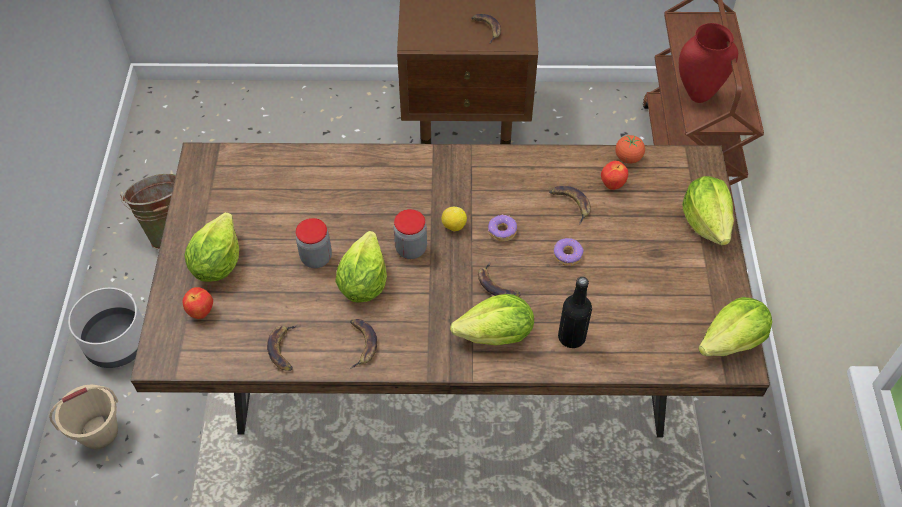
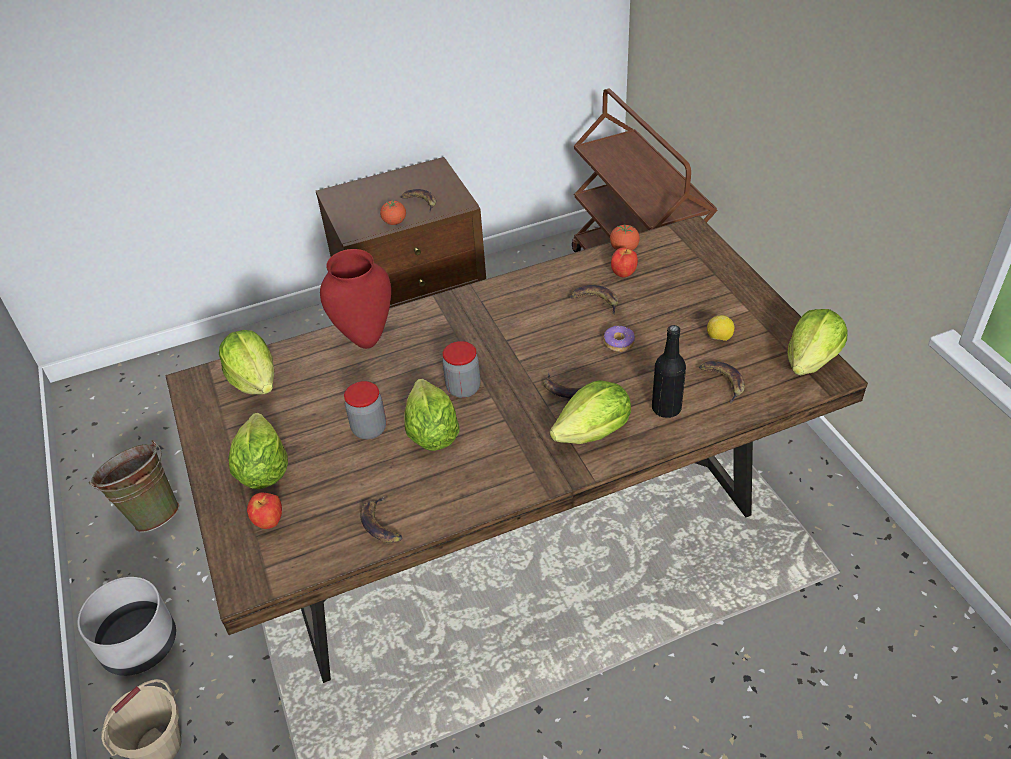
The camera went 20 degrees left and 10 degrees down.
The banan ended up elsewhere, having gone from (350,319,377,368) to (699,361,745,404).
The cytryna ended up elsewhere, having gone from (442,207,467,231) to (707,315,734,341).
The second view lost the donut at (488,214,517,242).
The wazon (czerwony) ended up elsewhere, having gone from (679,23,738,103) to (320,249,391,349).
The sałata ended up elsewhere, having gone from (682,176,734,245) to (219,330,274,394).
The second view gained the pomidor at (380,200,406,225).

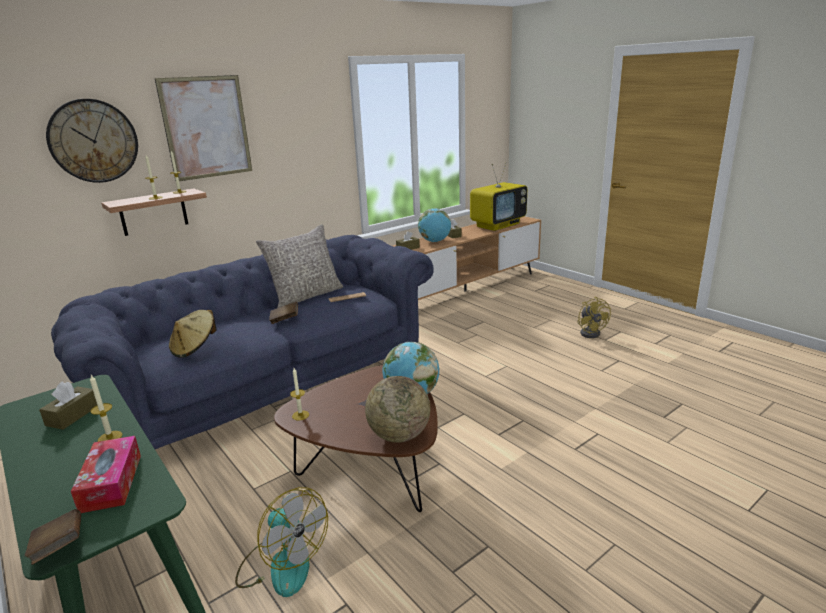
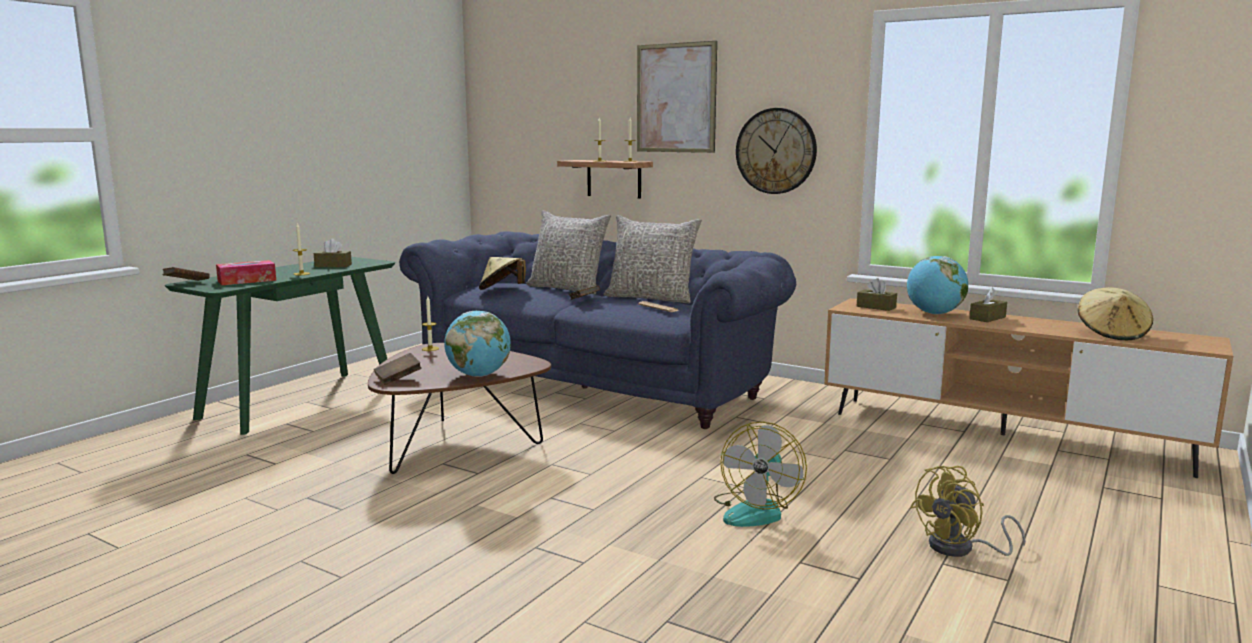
The camera went 70 degrees right and 10 degrees down.
The zegar ścienny ended up elsewhere, having gone from (46,99,138,183) to (736,108,817,194).
The wentylator ended up elsewhere, having gone from (235,487,328,597) to (714,422,807,527).
Where the globus stood at (365,376,430,443), the książka (brązowy) came to stand at (374,353,422,385).
Where the telewizor stood at (470,162,527,231), the kapelusz (beżowy) came to stand at (1077,287,1153,340).
The second view gained the poduszka (szary) at (526,210,611,294).

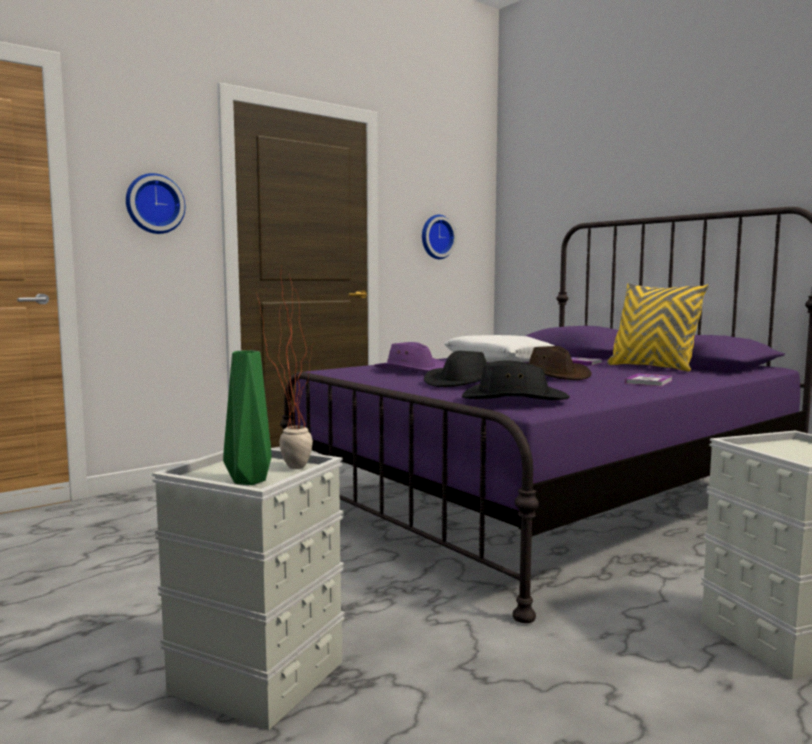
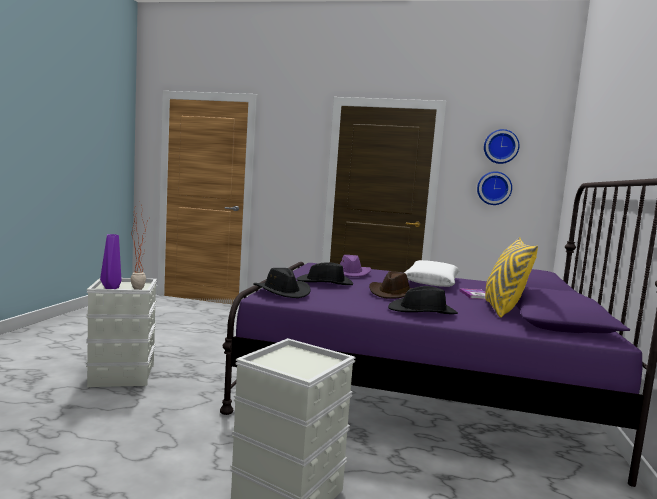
The camera went 50 degrees right and 0 degrees up.
The zegar ścienny ended up elsewhere, having gone from (126,173,185,234) to (484,129,519,164).
What was the wazon (zielony) at (223,350,272,485) turned into the wazon (fioletowy) at (100,234,121,289).
Where the książka stood at (625,373,672,387), the kapelusz (czarny) came to stand at (388,286,458,314).

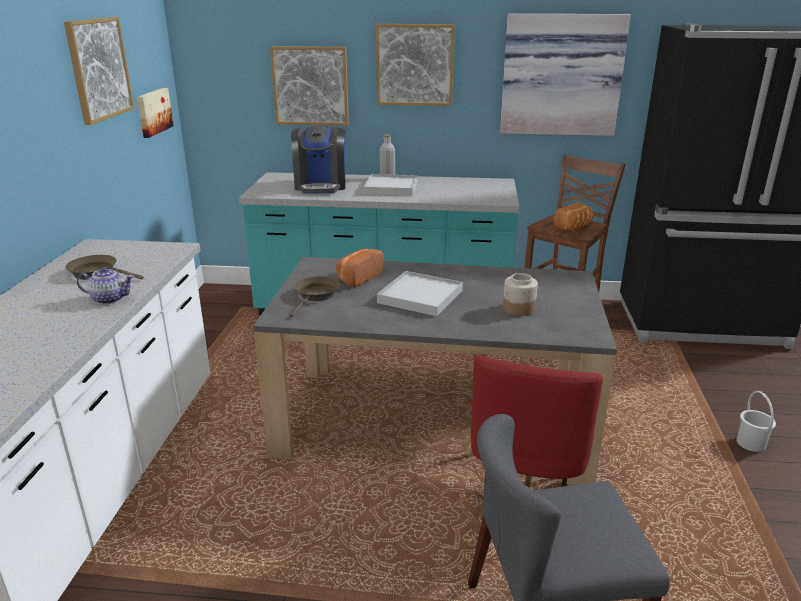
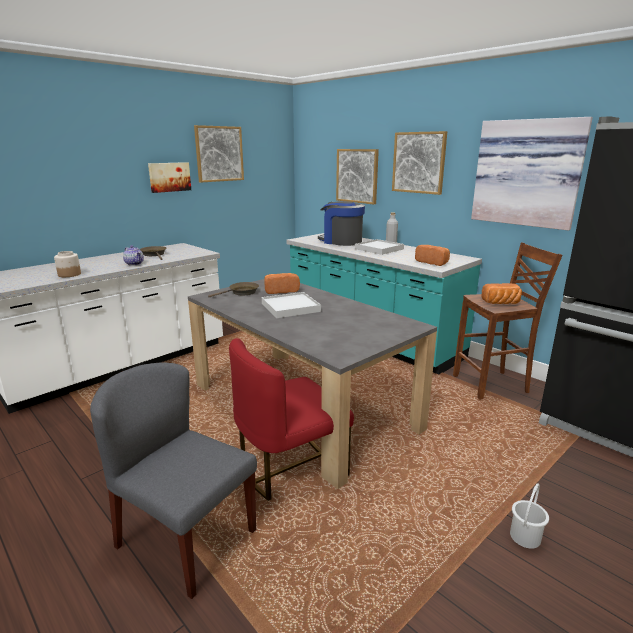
The camera went 40 degrees right and 5 degrees down.
The obraz ended up elsewhere, having gone from (137,88,174,138) to (148,162,191,193).
The ekspres do kawy at (291,125,346,193) ended up facing another way, 90 degrees clockwise from before.
The słoik ended up elsewhere, having gone from (503,273,538,316) to (54,251,81,277).
The second view gained the chleb at (415,245,450,266).

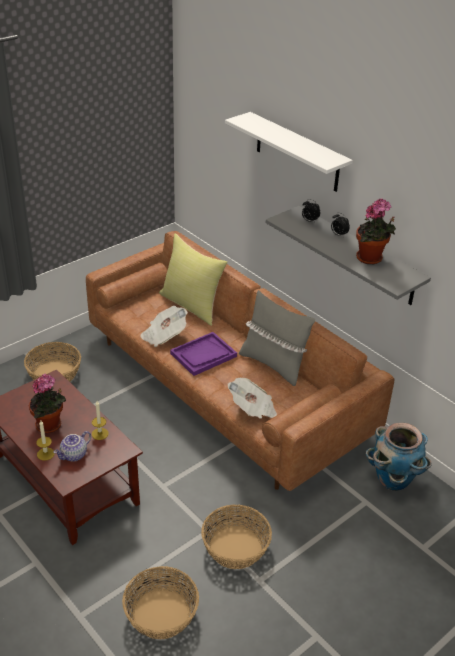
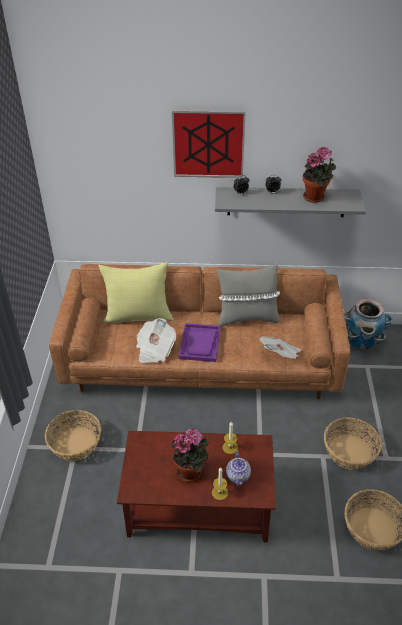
The camera went 45 degrees left and 5 degrees up.
Where the półka (biały) hung at (225,112,353,192), the obraz came to hang at (172,110,246,178).

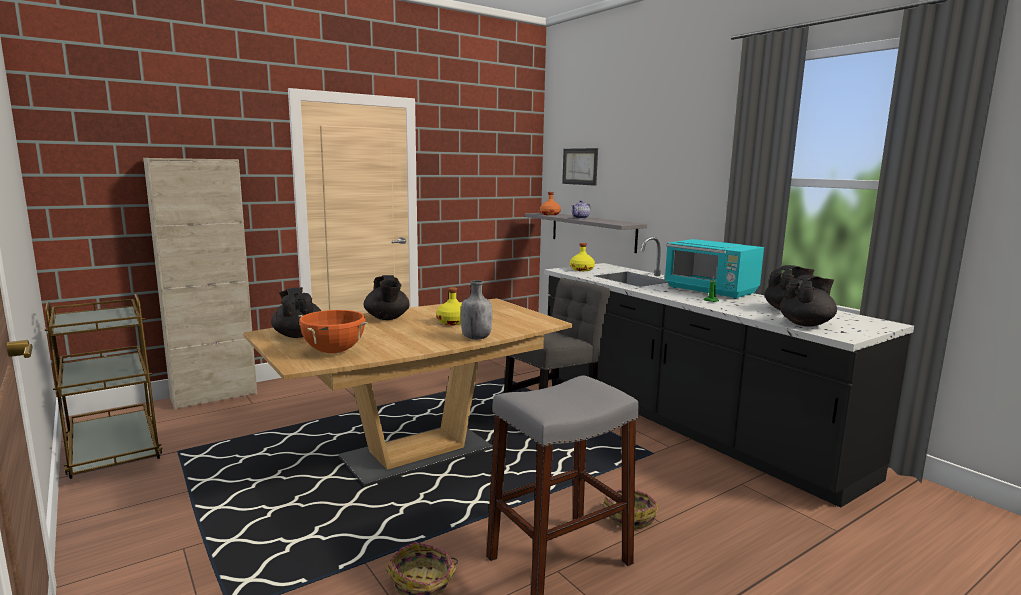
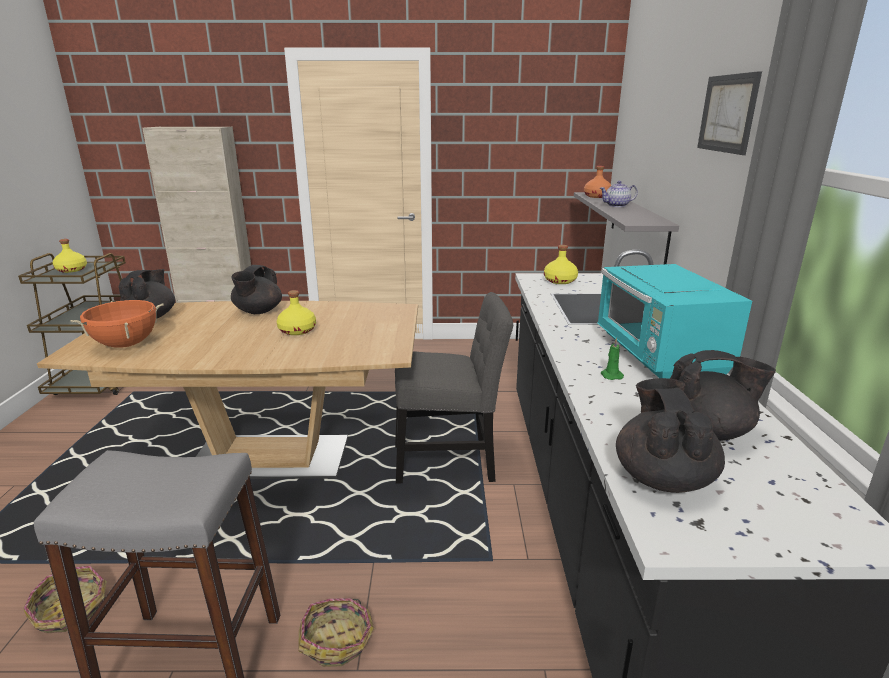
The camera went 35 degrees right and 10 degrees up.
The second view lost the butelka (szary) at (461,280,492,340).
The obraz ended up elsewhere, having gone from (562,148,598,186) to (697,71,762,155).
The imbryk (czarny) at (780,275,837,326) ended up facing another way, 90 degrees counterclockwise from before.
The second view gained the butelka (żółty) at (53,239,87,273).

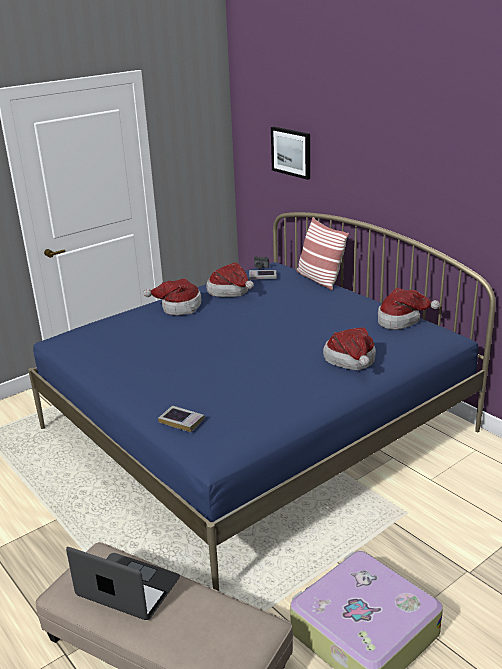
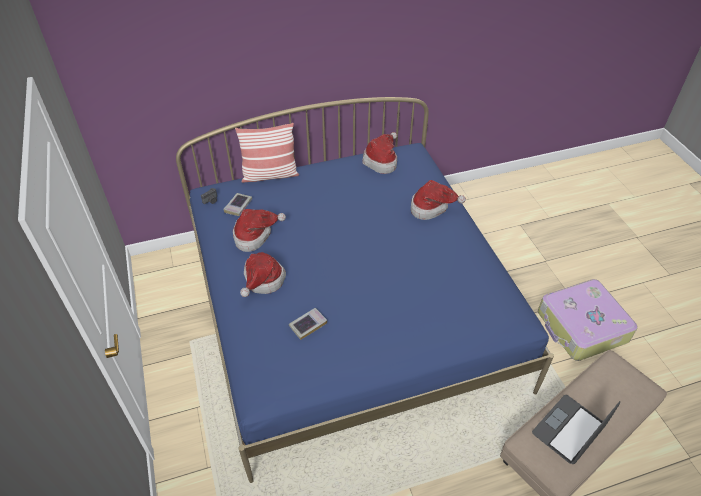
The camera went 70 degrees left and 20 degrees up.
The książka ended up elsewhere, having gone from (158,405,205,432) to (289,308,327,340).
The second view lost the obraz at (271,127,310,180).

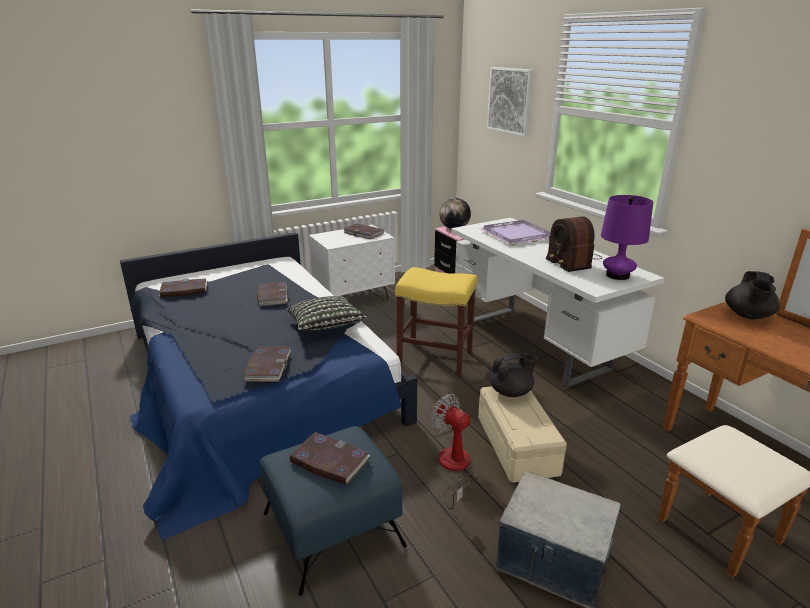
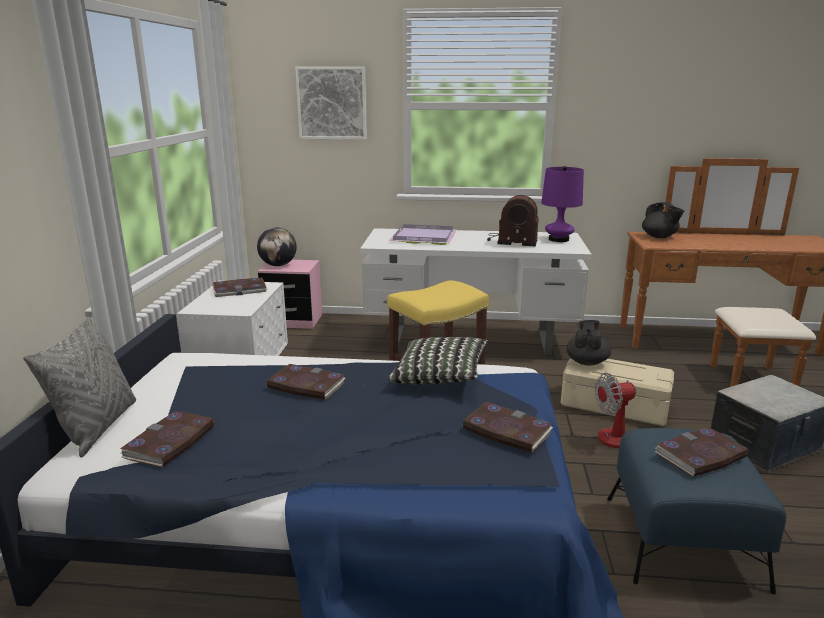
The camera went 55 degrees left and 5 degrees down.
The second view gained the poduszka (szary) at (23,317,136,457).

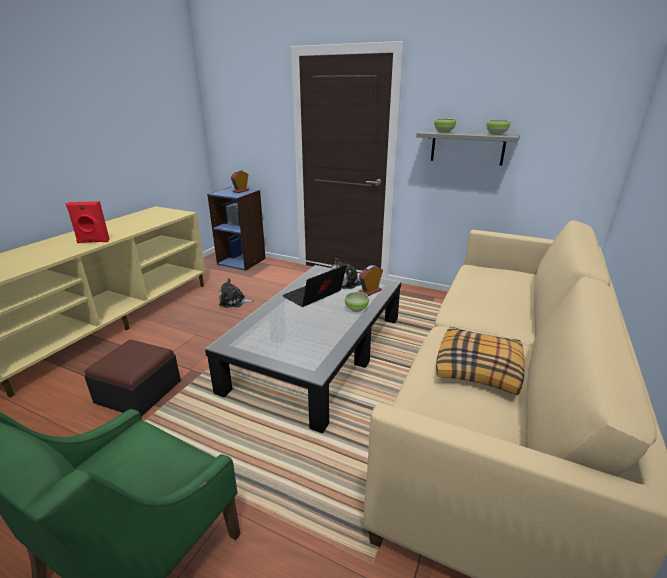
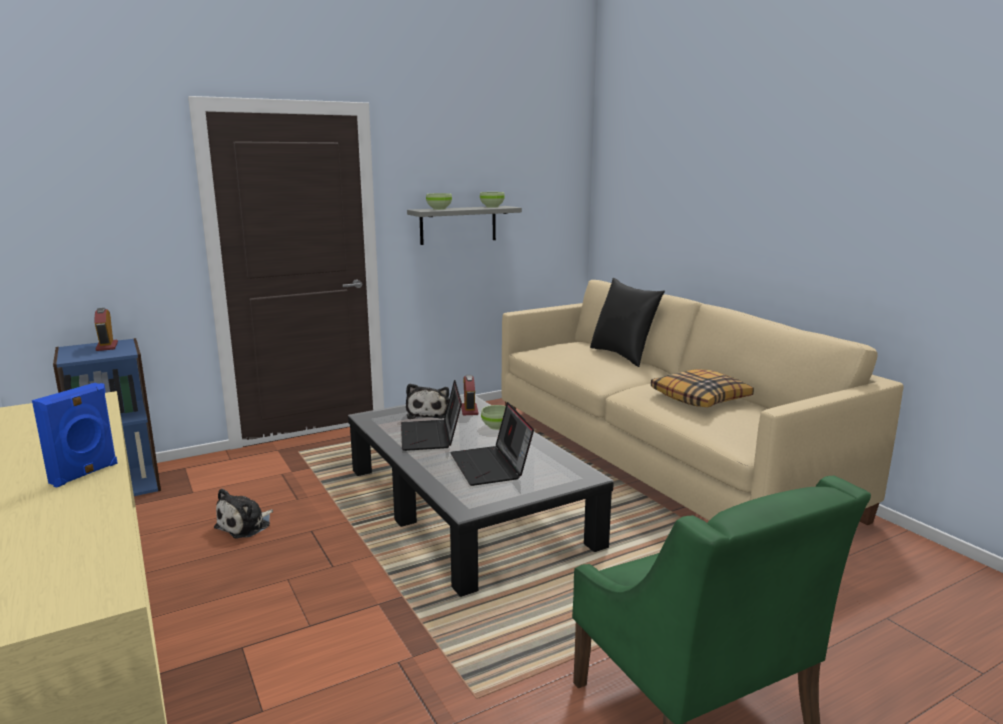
The camera went 55 degrees left and 10 degrees down.
What was the głośnik (czerwony) at (65,201,110,243) turned into the głośnik (niebieski) at (32,383,118,488).
The second view lost the pufa at (85,340,181,417).
The second view gained the laptop at (450,402,534,486).
The second view gained the poduszka (czarny) at (590,278,665,367).

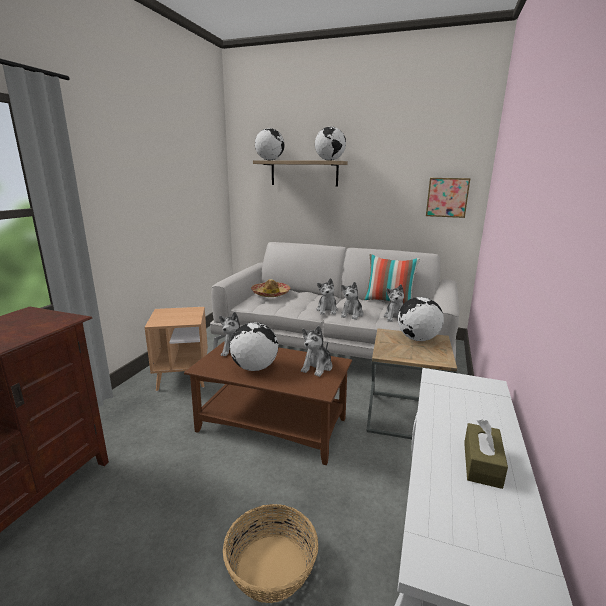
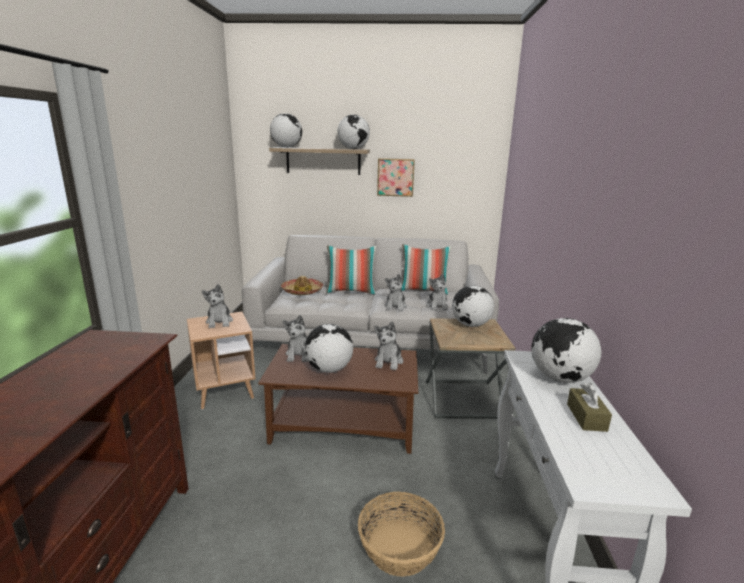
The camera went 15 degrees left and 0 degrees up.
The pluszak ended up elsewhere, having gone from (316,278,338,315) to (202,284,233,328).
The obraz ended up elsewhere, having gone from (426,178,471,218) to (377,158,415,197).
The second view gained the poduszka at (326,245,377,294).
The second view gained the globus at (532,318,601,383).

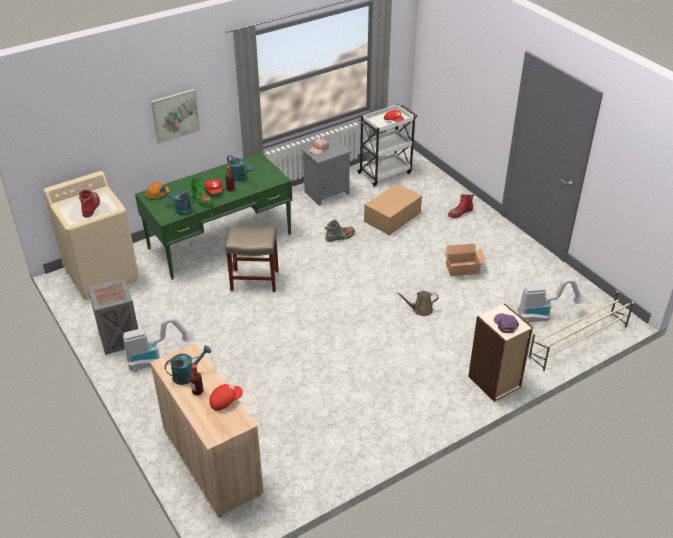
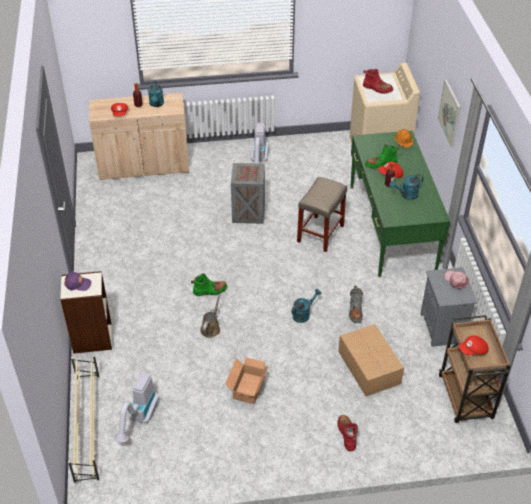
The camera went 115 degrees right and 5 degrees up.
The skrzynka ended up elsewhere, having gone from (88,278,138,355) to (231,163,265,224).
The konewka (turkusowy) ended up elsewhere, having gone from (160,185,194,215) to (291,289,321,323).
What was the wózek (biały) at (357,104,417,187) turned into the wózek (brązowy) at (439,315,511,423).
The second view gained the but z cholewką (zielony) at (191,273,227,296).

